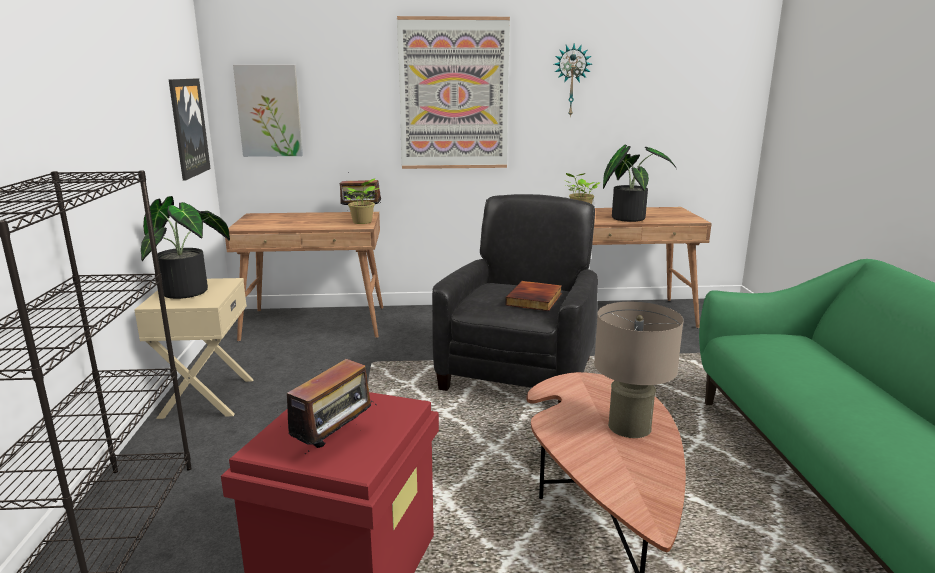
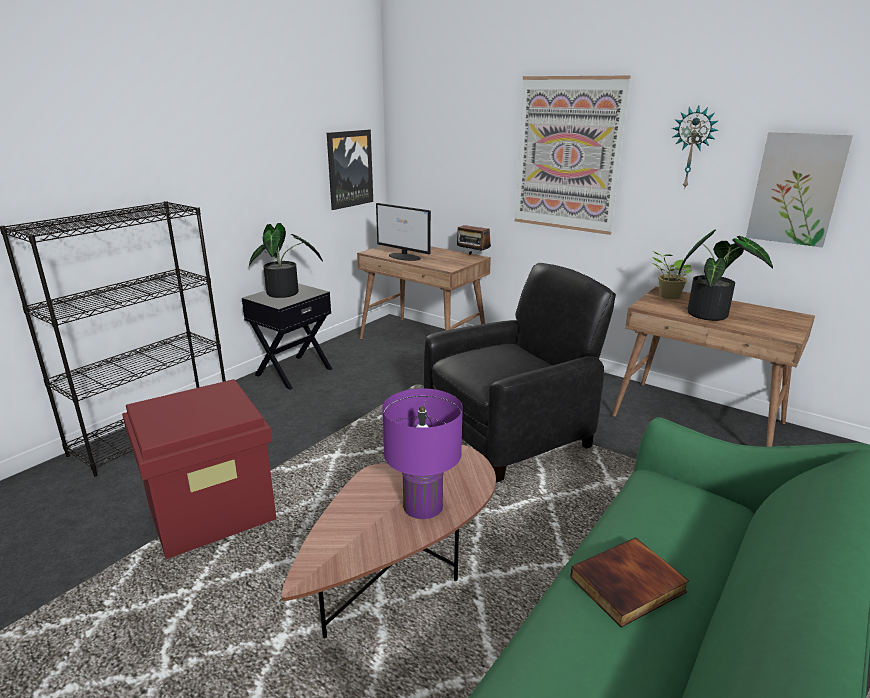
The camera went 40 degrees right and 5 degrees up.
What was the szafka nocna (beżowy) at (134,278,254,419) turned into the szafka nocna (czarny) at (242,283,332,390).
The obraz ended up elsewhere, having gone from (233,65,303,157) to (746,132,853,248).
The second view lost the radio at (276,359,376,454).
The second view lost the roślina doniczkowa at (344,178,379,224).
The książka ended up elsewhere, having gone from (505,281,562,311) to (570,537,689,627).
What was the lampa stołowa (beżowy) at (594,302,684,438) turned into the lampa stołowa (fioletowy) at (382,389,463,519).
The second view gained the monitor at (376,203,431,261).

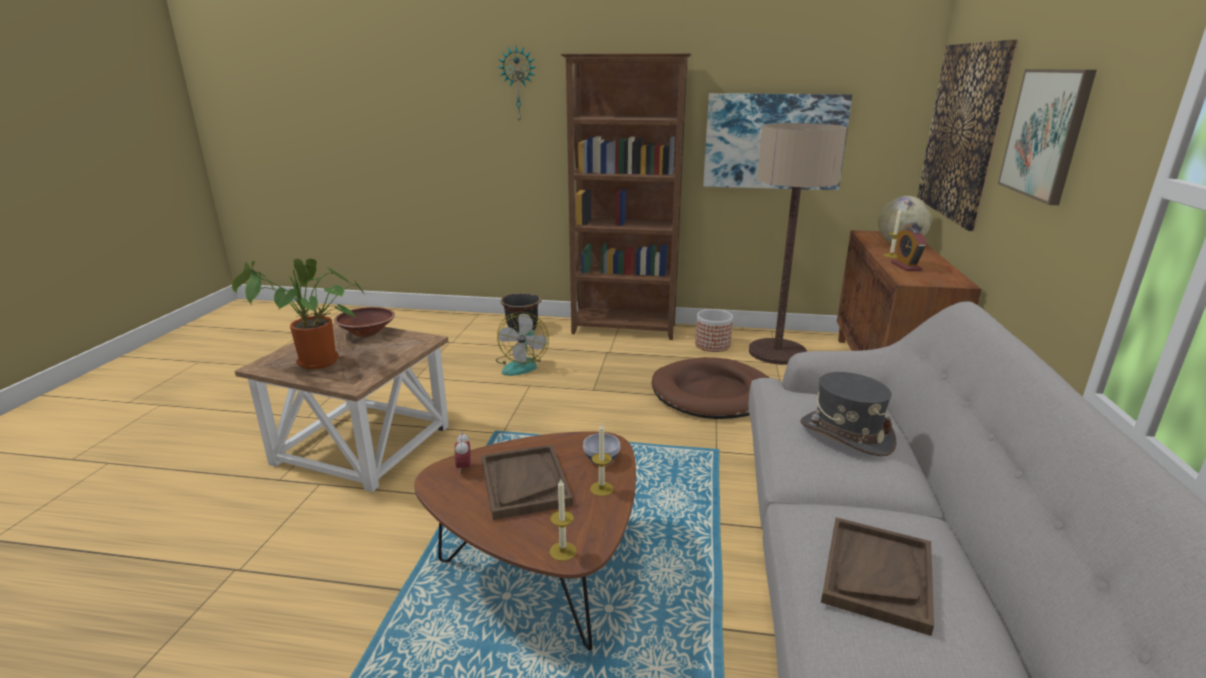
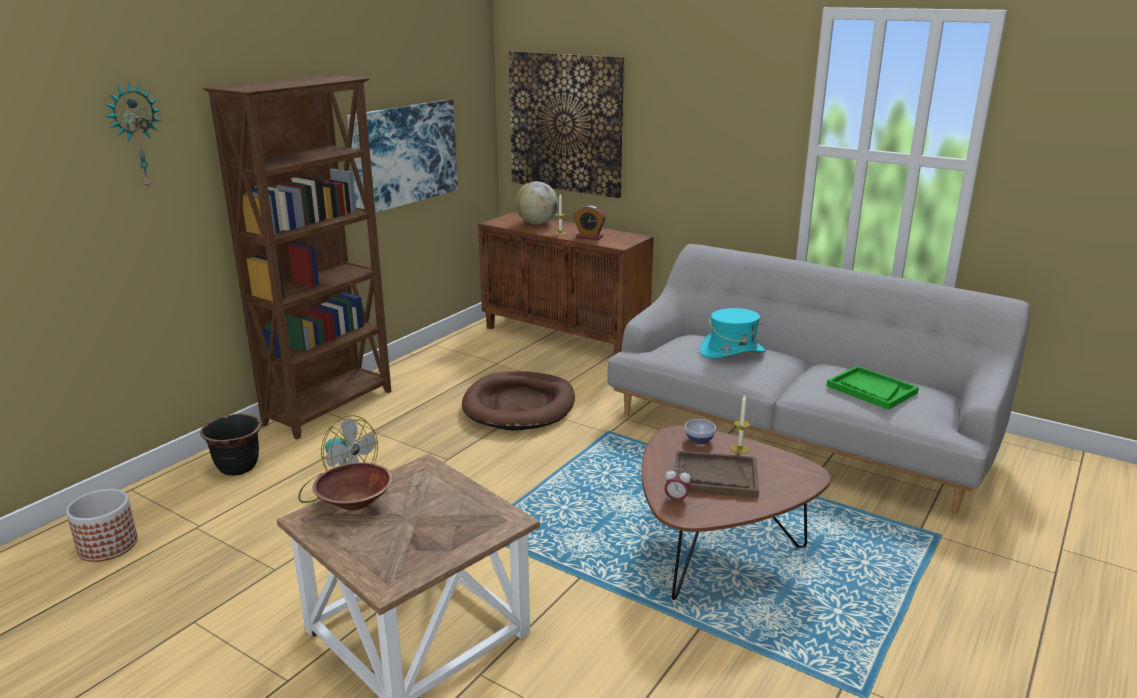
The camera went 65 degrees left and 0 degrees up.
The second view lost the roślina doniczkowa at (232,259,364,369).
The second view lost the świeca at (550,479,577,561).
The donica ended up elsewhere, having gone from (695,309,733,352) to (66,489,138,562).
The second view lost the lampa stojąca at (749,123,847,365).
What was the kapelusz (szary) at (800,372,896,456) turned into the kapelusz (turkusowy) at (700,308,766,358).
What was the taca (brązowy) at (821,517,934,636) turned into the taca (zielony) at (827,366,919,410).
The second view lost the obraz at (998,69,1097,205).

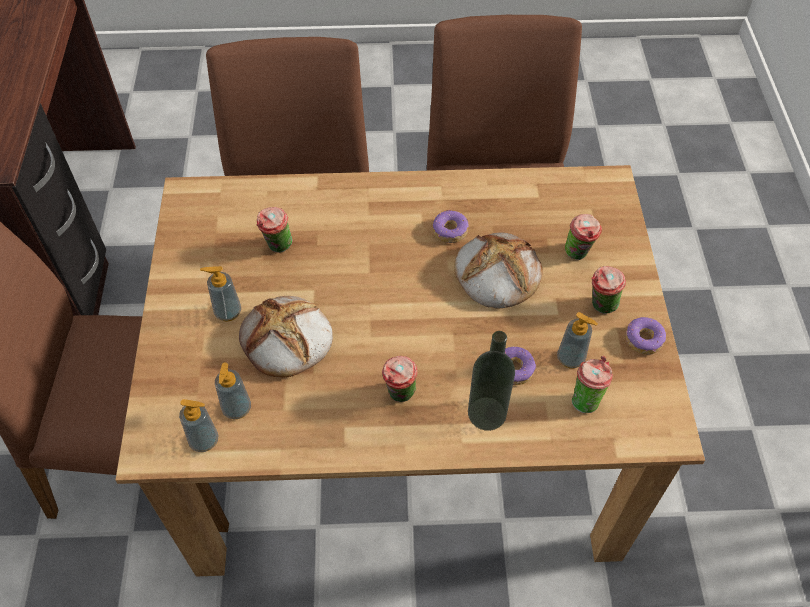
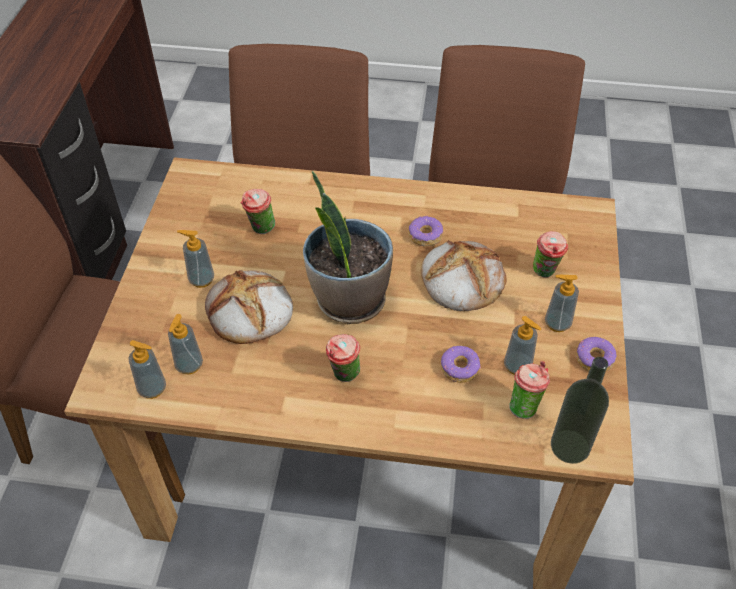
The camera went 10 degrees right and 5 degrees down.
The butelka ended up elsewhere, having gone from (468,331,515,431) to (551,357,609,464).
Where the filiżanka stood at (591,266,626,314), the dozownik mydła came to stand at (545,275,579,332).
The second view gained the roślina doniczkowa at (303,171,393,324).

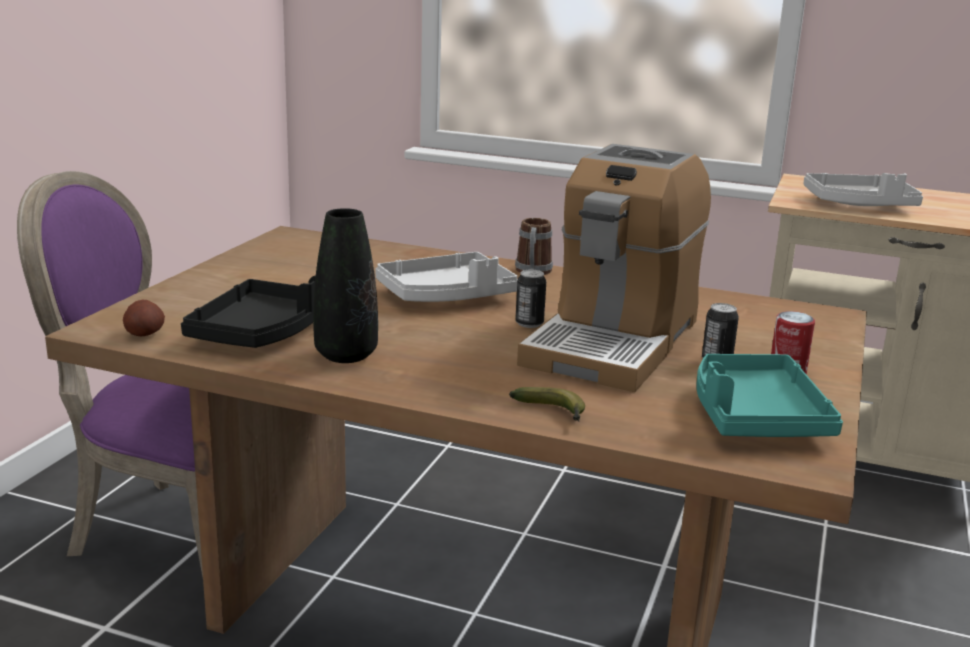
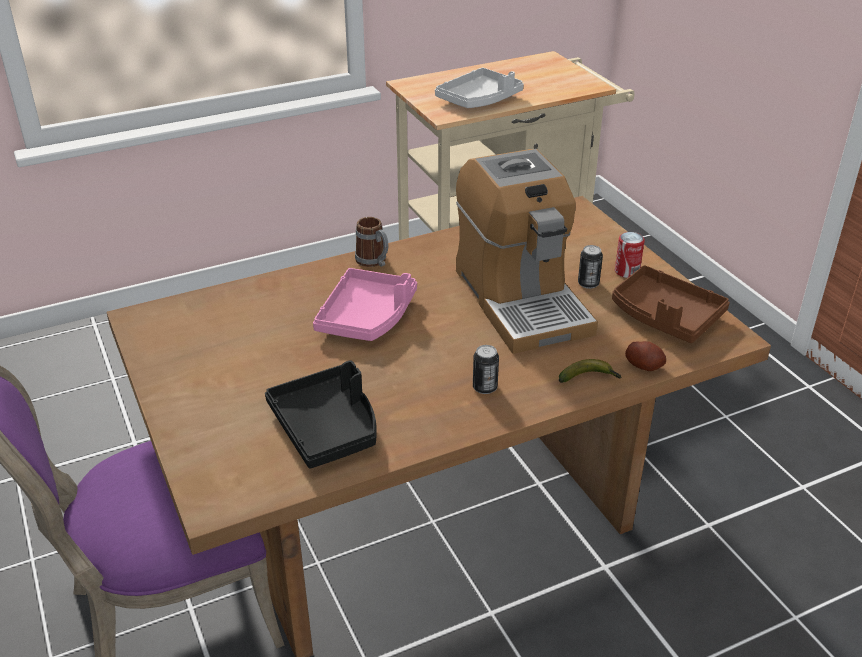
The camera went 45 degrees left and 15 degrees up.
The ziemniak ended up elsewhere, having gone from (123,300,165,336) to (625,341,666,371).
The second view lost the wazon (czarny) at (313,208,378,363).
What was the taca (szary) at (375,252,518,302) turned into the taca (różowy) at (313,268,417,341).
The puszka ended up elsewhere, having gone from (515,270,546,328) to (473,345,499,394).
What was the taca (turkusowy) at (696,354,843,437) turned into the taca (brązowy) at (612,265,730,343).

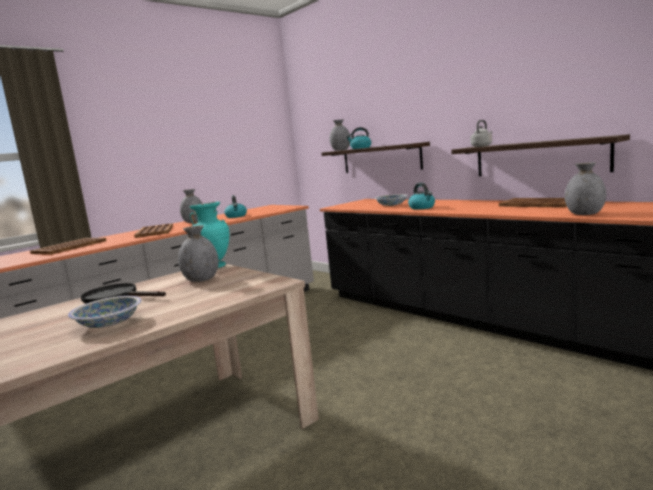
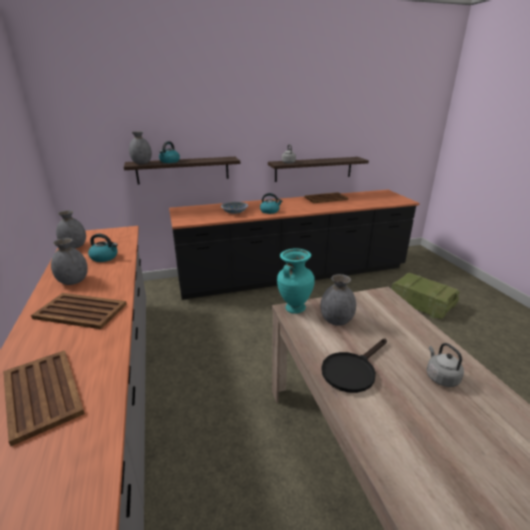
The camera went 65 degrees left and 15 degrees up.
Where the miska stood at (68,296,142,328), the czajnik (szary) came to stand at (427,343,464,387).
The wazon (szary) ended up elsewhere, having gone from (565,162,606,215) to (56,210,86,248).
The second view gained the skrzynka at (391,273,460,319).

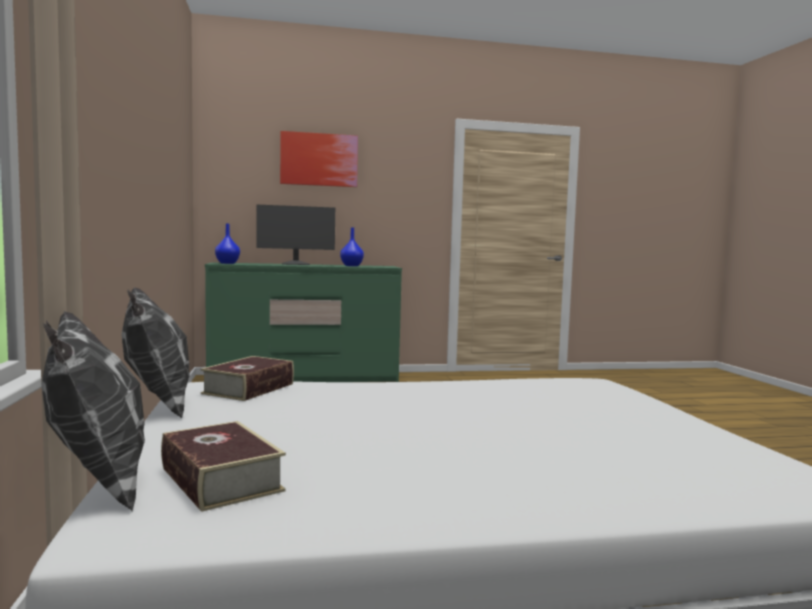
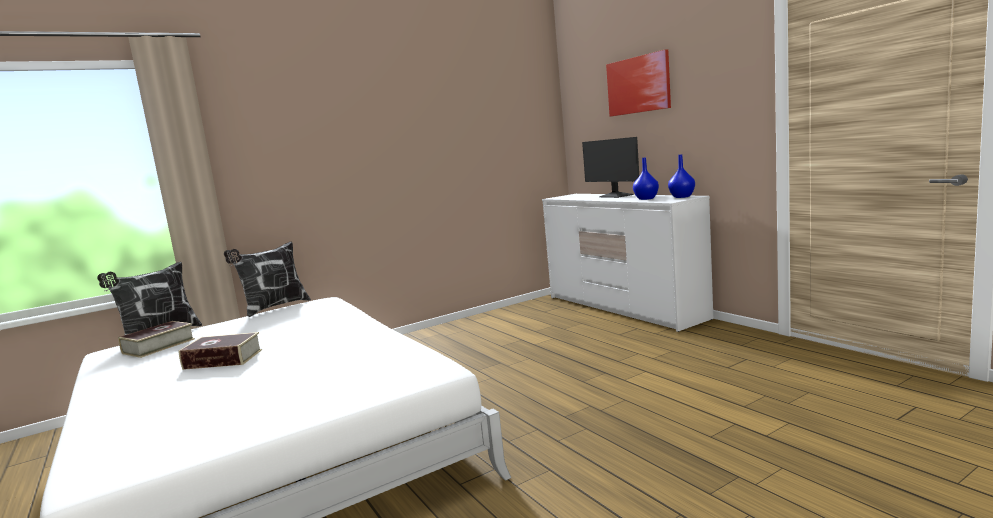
The camera went 70 degrees right and 5 degrees up.
The książka ended up elsewhere, having gone from (200,356,294,401) to (178,332,262,370).
What was the komoda (zielony) at (205,262,402,382) turned into the komoda (biały) at (542,194,713,332).
The wazon (niebieski) ended up elsewhere, having gone from (215,224,240,264) to (668,154,695,198).

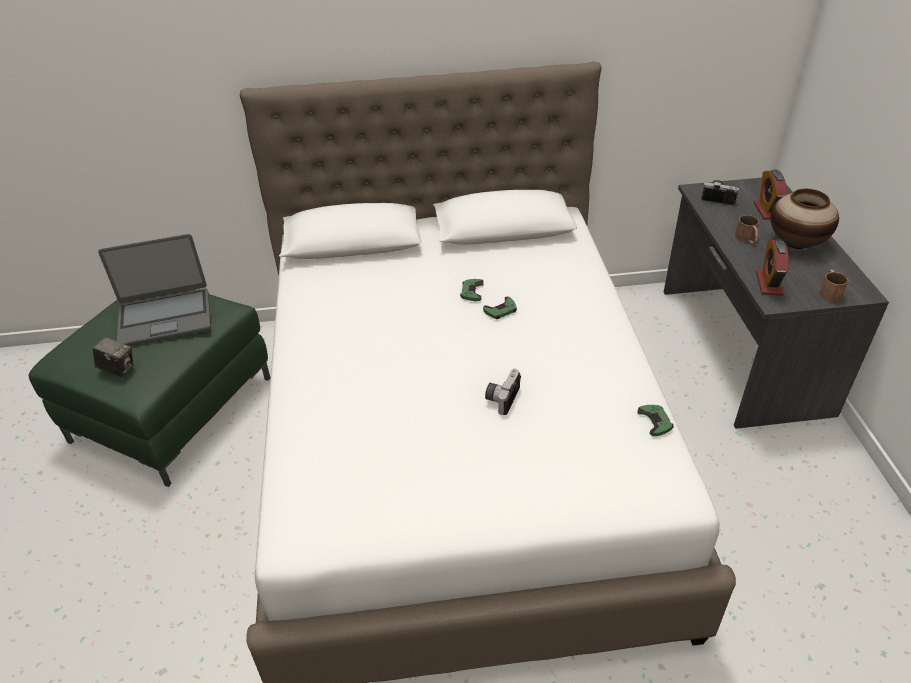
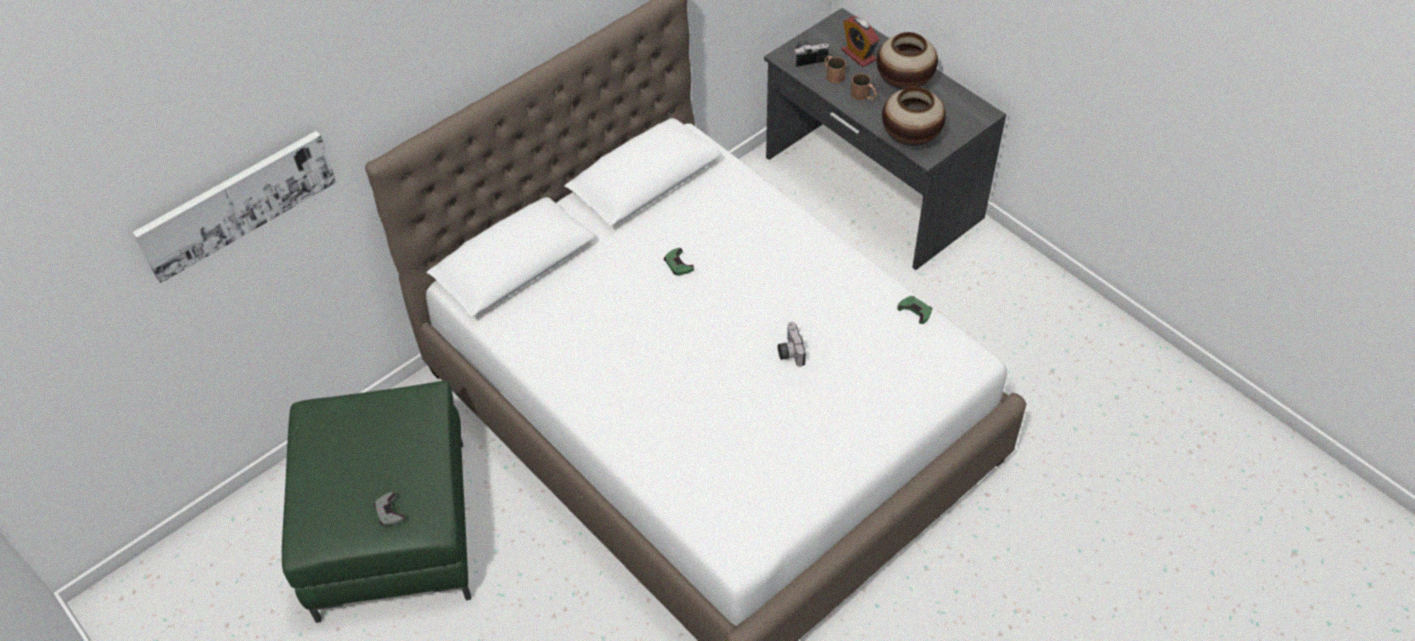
The camera went 35 degrees left and 10 degrees up.
Where the aparat fotograficzny stood at (93,337,133,377), the pad do gier (szary) came to stand at (374,492,405,526).
The second view lost the laptop at (98,234,211,346).
The second view lost the pad do gier (zielony) at (483,297,517,319).
Where the budzik stood at (756,240,789,296), the wazon came to stand at (882,86,946,146).
The kubek (brązowy) ended up elsewhere, having gone from (819,270,848,302) to (825,56,846,84).
The second view gained the obraz at (132,131,337,283).

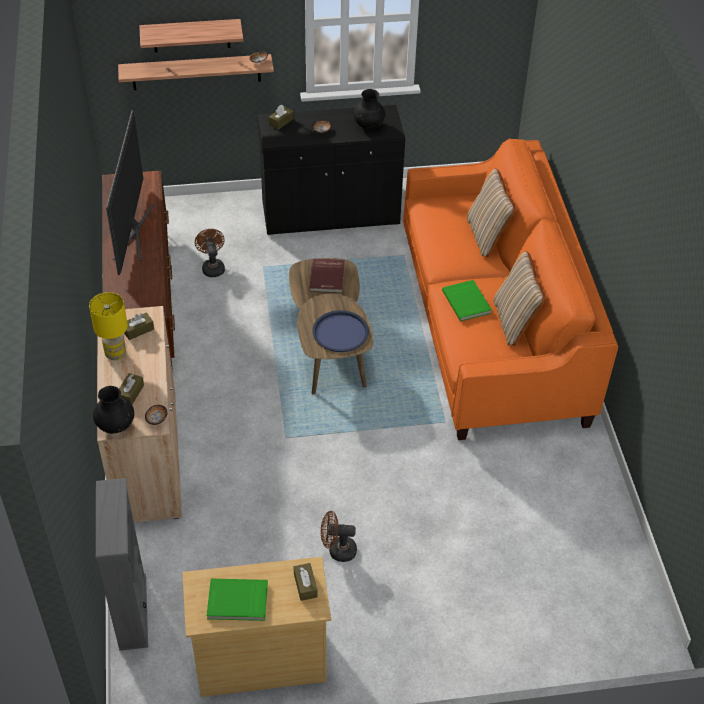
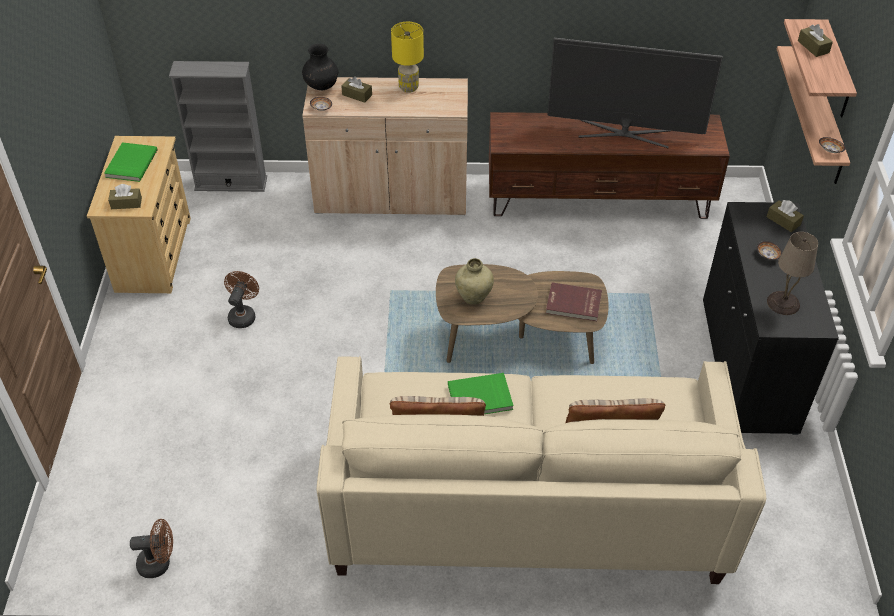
The camera went 100 degrees right and 0 degrees up.
The pudełko chusteczek (brązowy) ended up elsewhere, having gone from (124,312,154,340) to (798,24,833,57).
The wentylator (brązowy) ended up elsewhere, having gone from (195,229,225,277) to (130,519,173,578).
Where the taca (niebieski) stood at (312,310,369,352), the wazon (beżowy) came to stand at (455,258,494,305).
Where the wazon (czarny) stood at (354,89,386,130), the lampa stołowa (beżowy) came to stand at (767,232,818,315).
What was the kanapa (pomarańczowy) at (403,138,618,440) turned into the kanapa (beżowy) at (317,356,766,584).

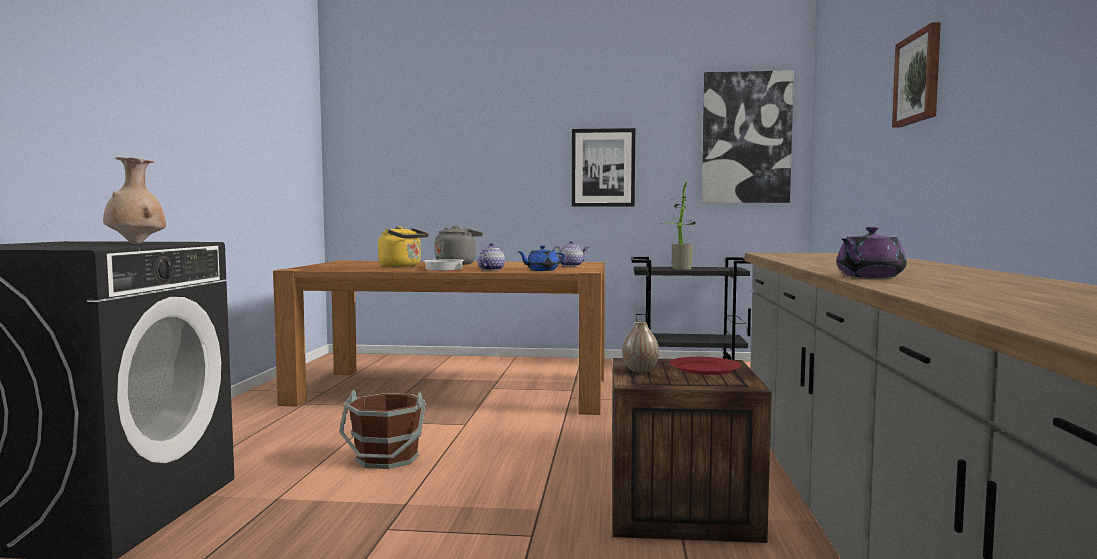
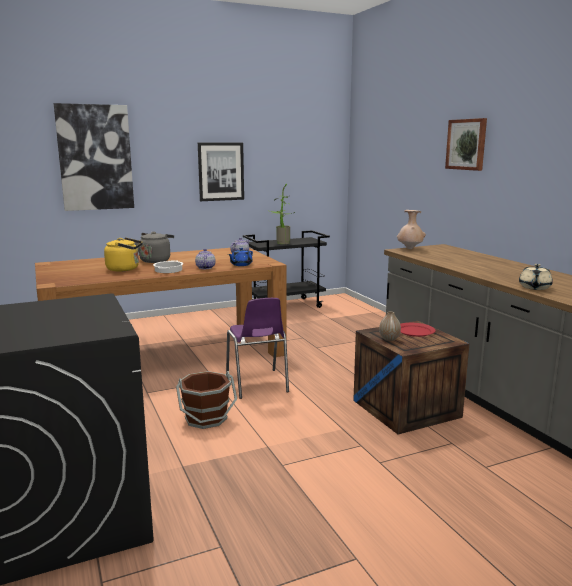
The camera went 30 degrees left and 10 degrees up.
The wazon (beżowy) ended up elsewhere, having gone from (103,157,166,244) to (397,210,426,249).
The obraz ended up elsewhere, having gone from (702,70,794,203) to (54,103,134,211).
What was the imbryk (fioletowy) at (837,227,907,278) turned into the imbryk (beżowy) at (519,264,553,290).
The second view gained the krzesło (fioletowy) at (226,298,289,399).

